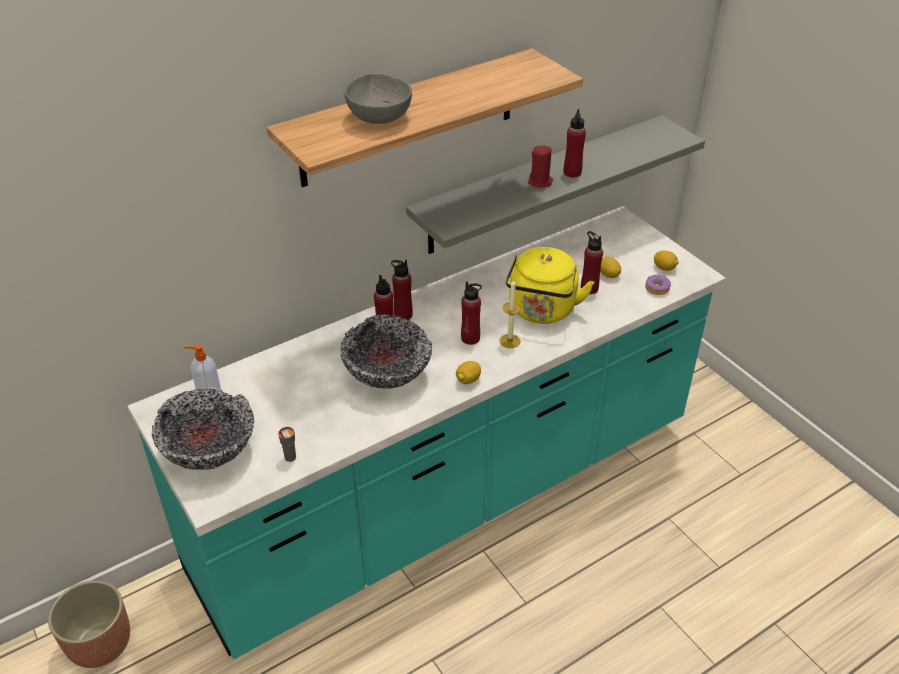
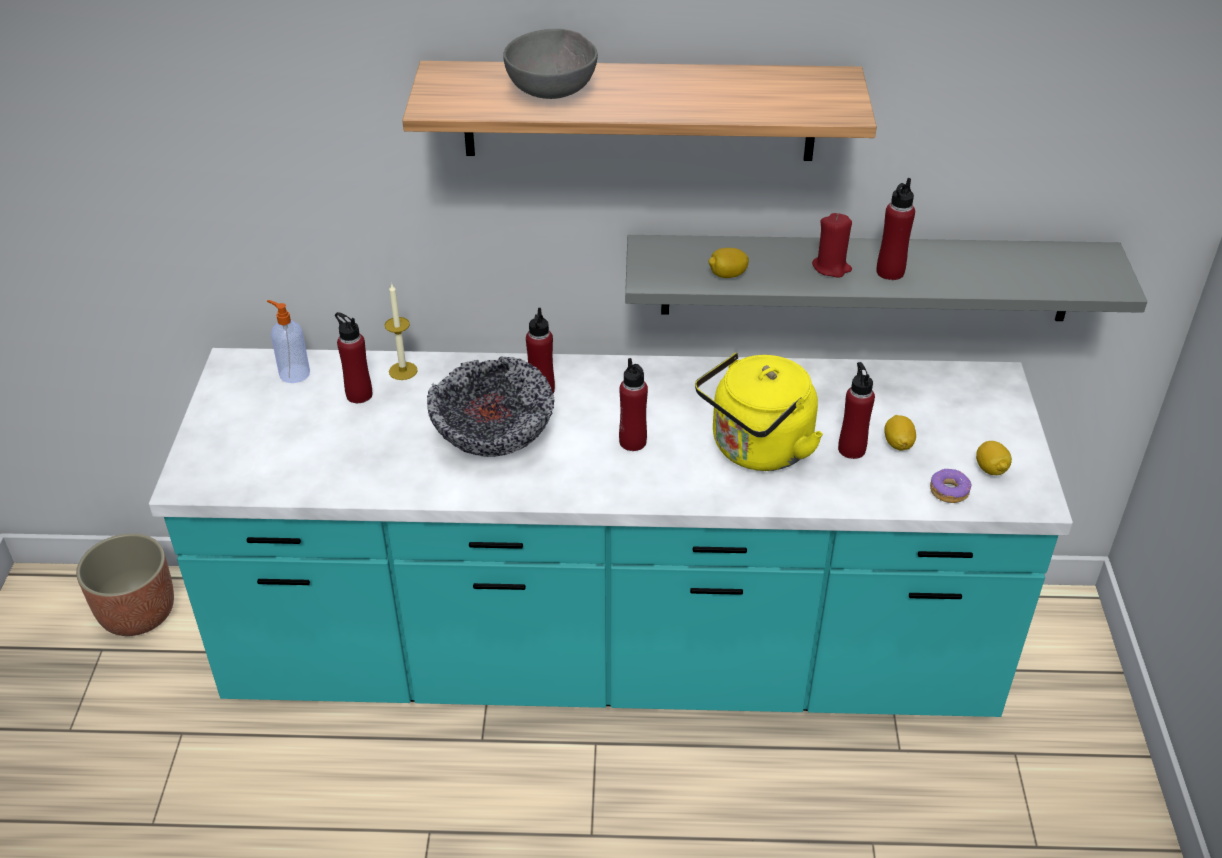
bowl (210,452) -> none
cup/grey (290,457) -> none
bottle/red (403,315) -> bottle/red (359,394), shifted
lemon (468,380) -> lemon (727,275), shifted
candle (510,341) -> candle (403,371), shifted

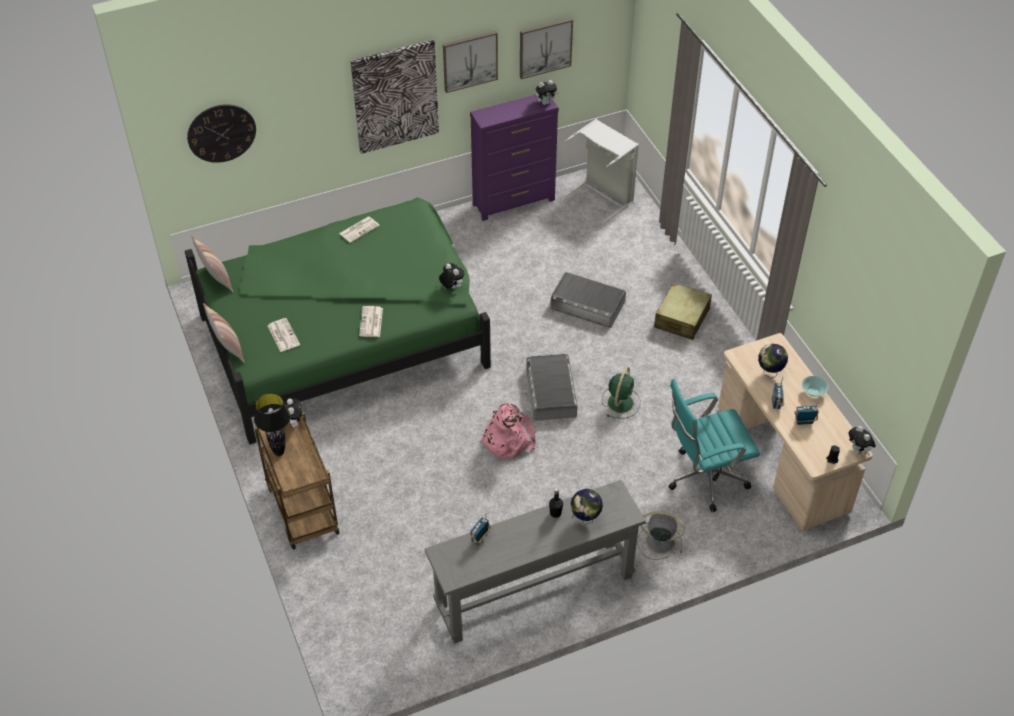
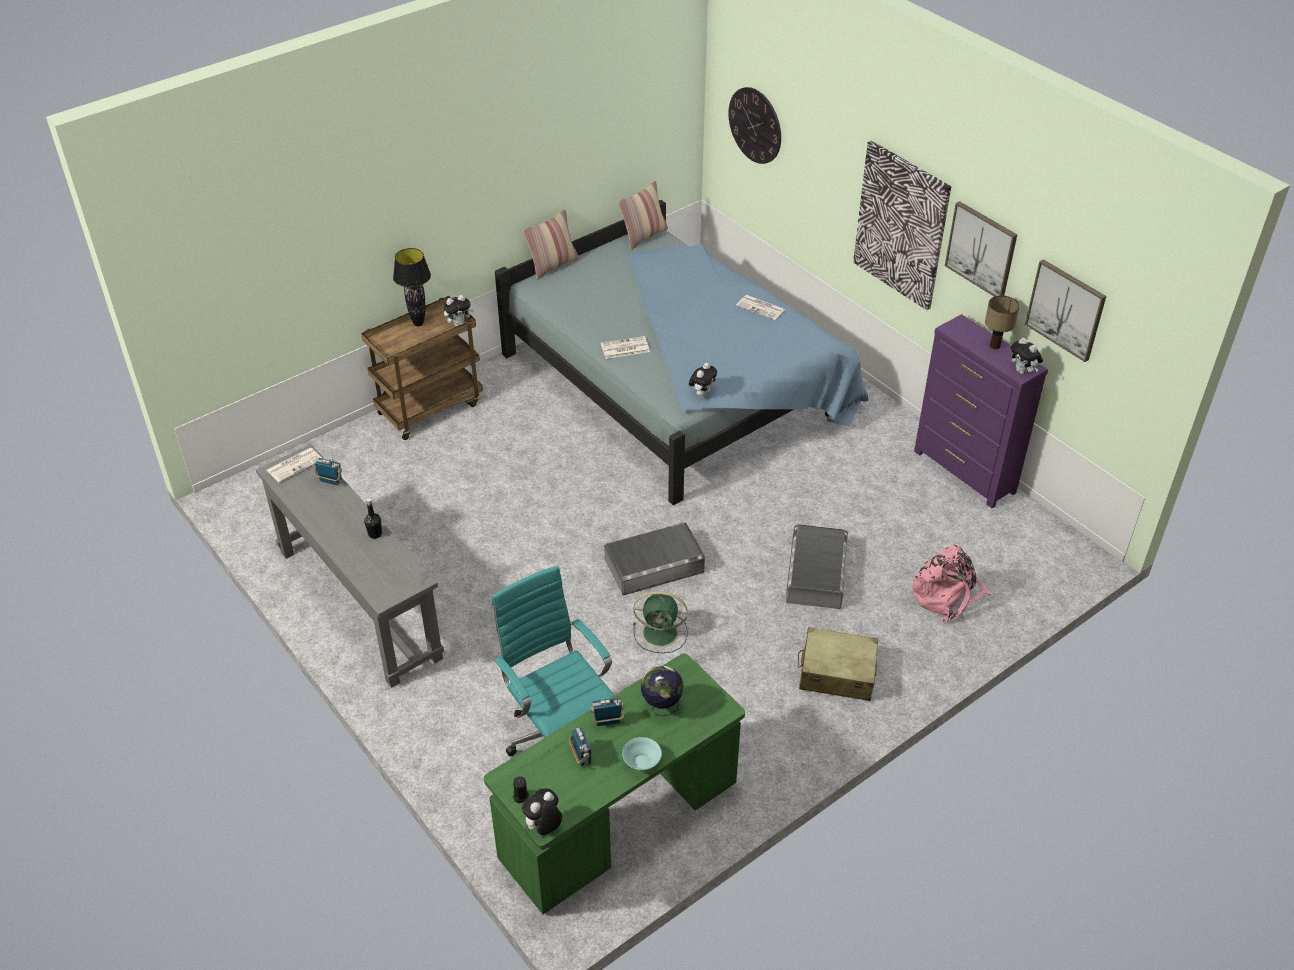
laundry basket/grey (602,196) -> none
globe (585,519) -> none
fan/grey (658,542) -> none
none -> table lamp (995,346)
newspaper (283,335) -> newspaper (295,465), shifted
backpack/pink (507,439) -> backpack/pink (947,595), shifted
bed/green (346,332) -> bed/blue (679,384)
desk/beige (782,459) -> desk/green (619,822)

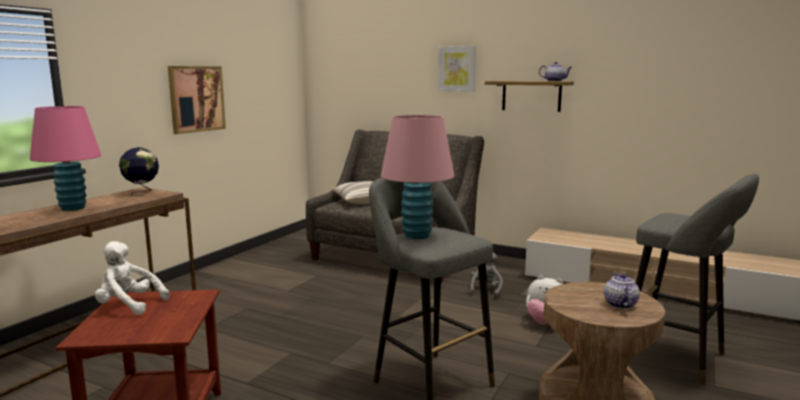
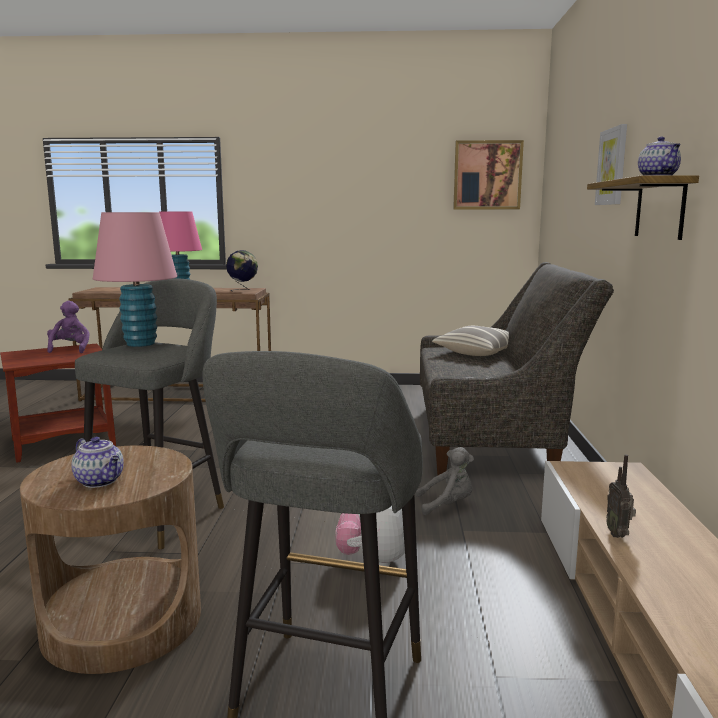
none -> radio (618,534)
picture (196,99) -> picture (487,175), shifted
plush toy/white (129,306) -> plush toy/purple (70,349)
teapot (619,304) -> teapot (100,481), 60 degrees clockwise

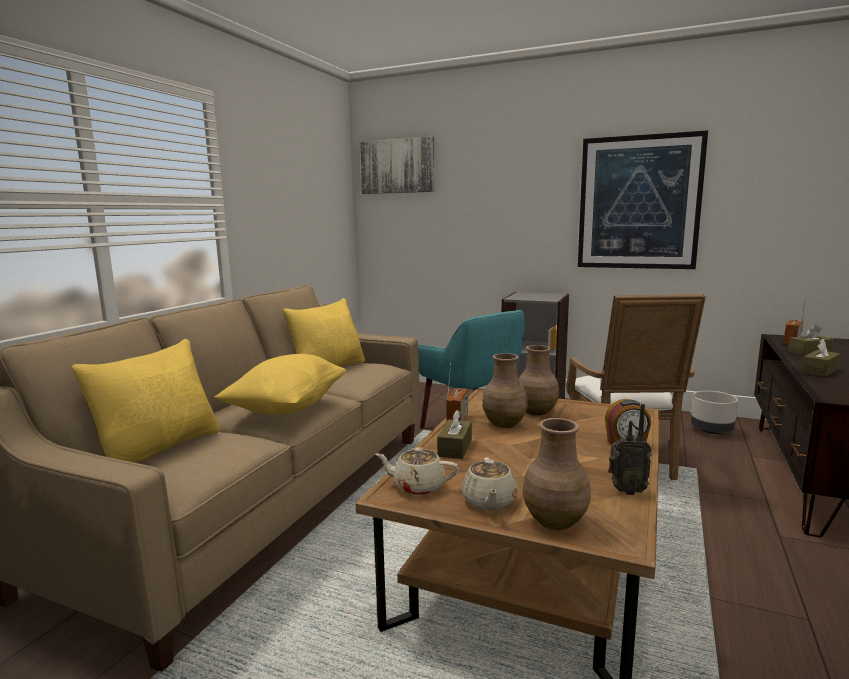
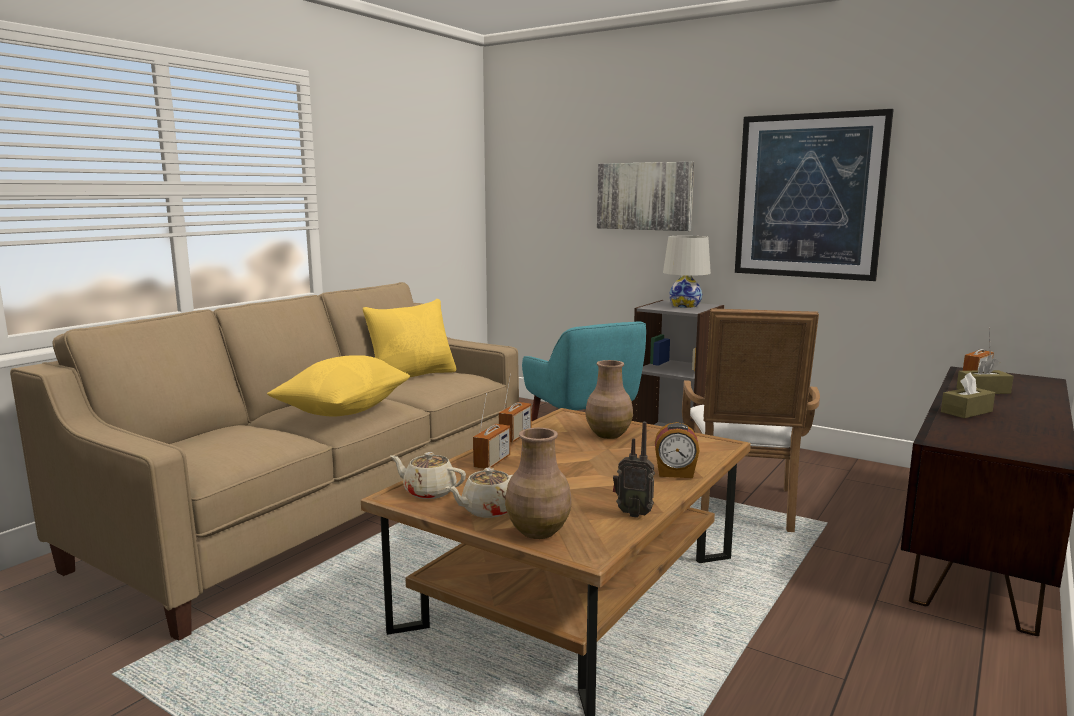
pillow/yellow (161,447) -> none
vase/brown (505,423) -> none
planter/grey (711,430) -> none
none -> table lamp/white (685,305)
picture (398,166) -> picture (644,196), shifted
tissue box/brown (455,448) -> radio (492,462)
teapot/beige (489,501) -> teapot/beige (487,510), 45 degrees clockwise

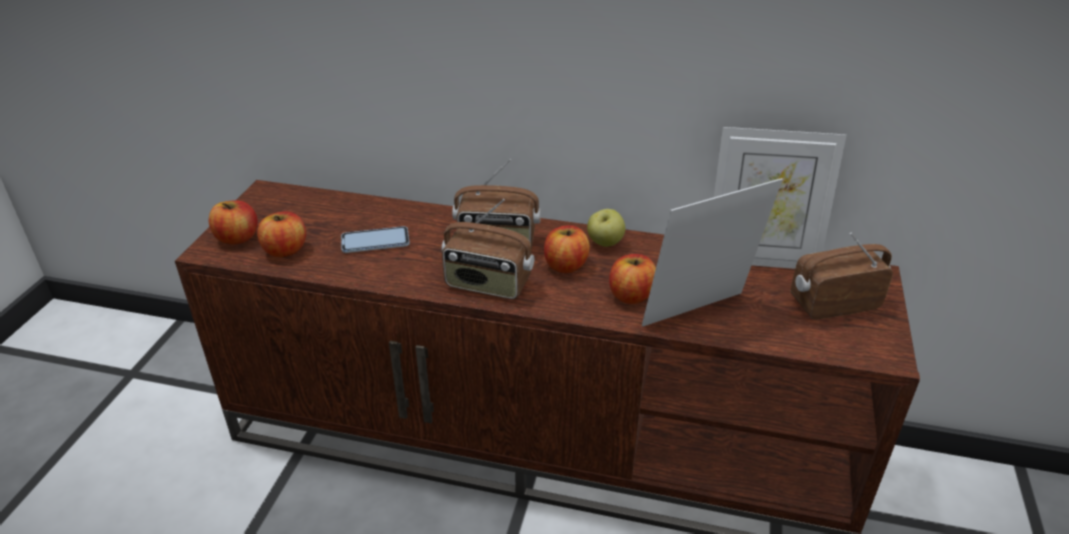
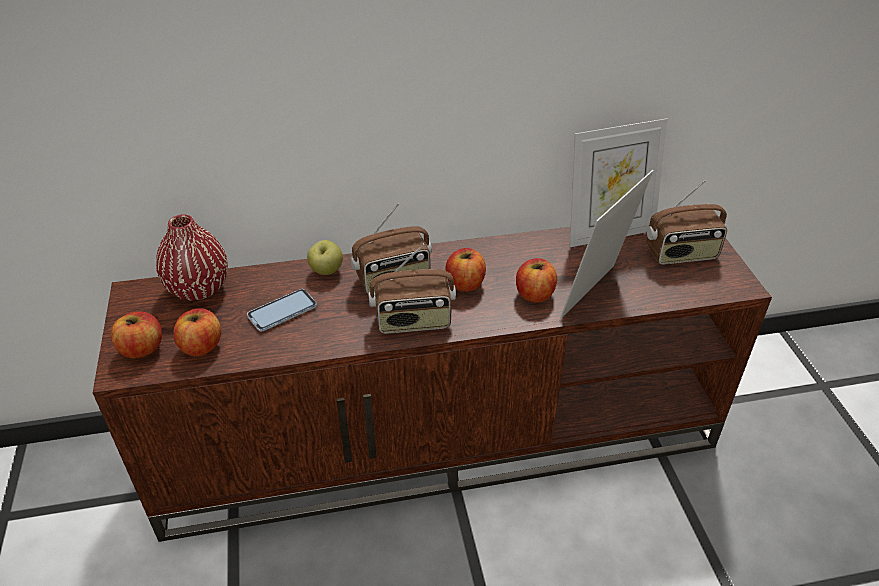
none -> vase/red (198,288)
apple (605,243) -> apple (326,271), shifted
radio (833,303) -> radio (681,255), 150 degrees counterclockwise

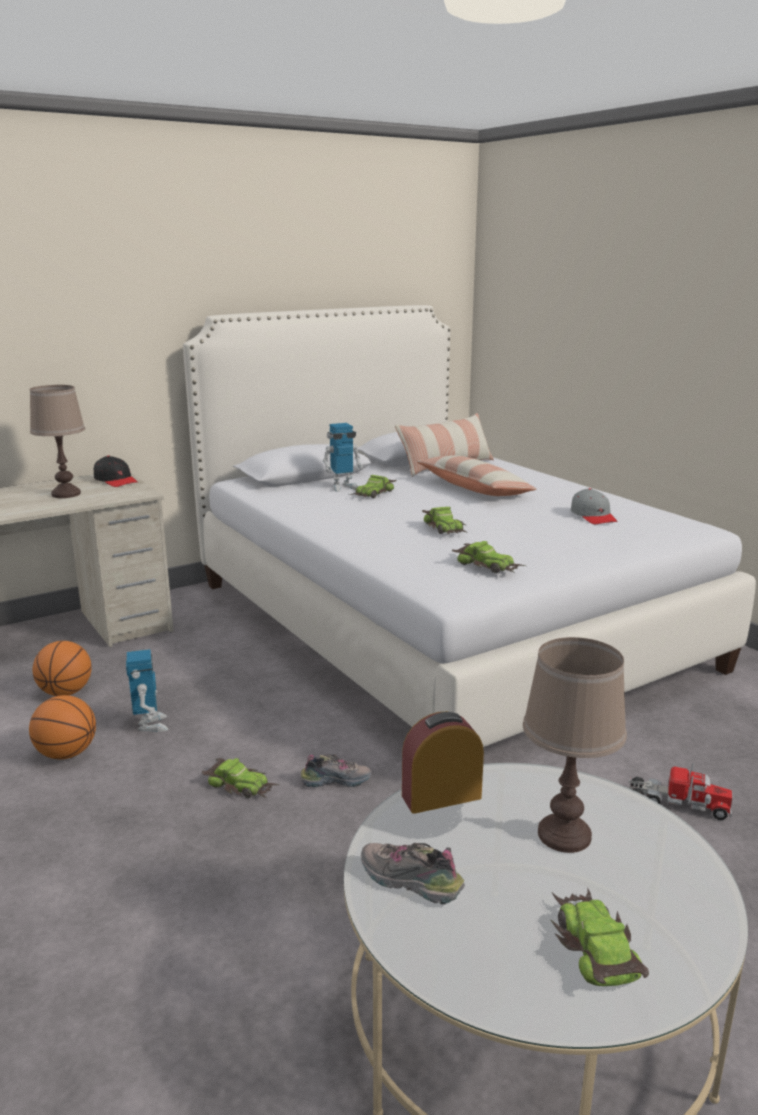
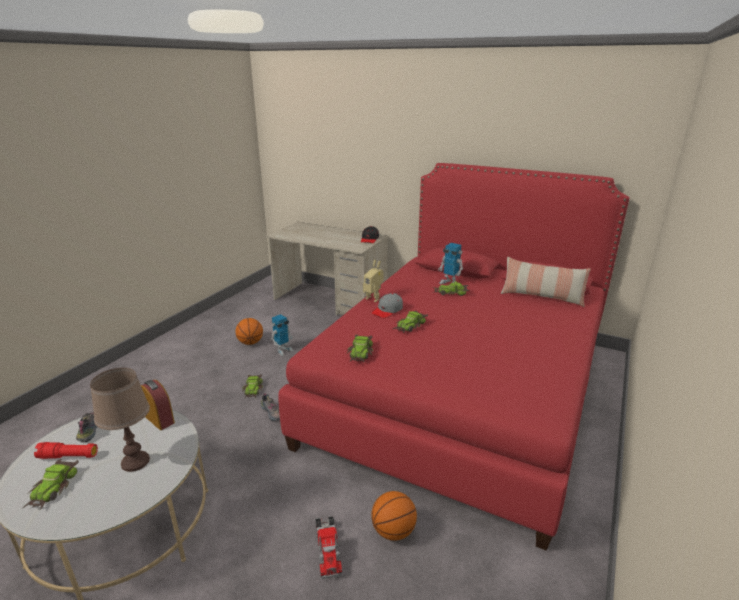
table lamp/brown (66,494) -> none
pillow (474,489) -> none
none -> flashlight/red (68,456)
none -> toy robot (374,298)
basketball (65,692) -> basketball (393,531), shifted
cap/grey (593,516) -> cap/grey (387,310), shifted
bed/white (439,623) -> bed/red (461,390)
toy car (593,945) -> toy car (53,488), 135 degrees clockwise

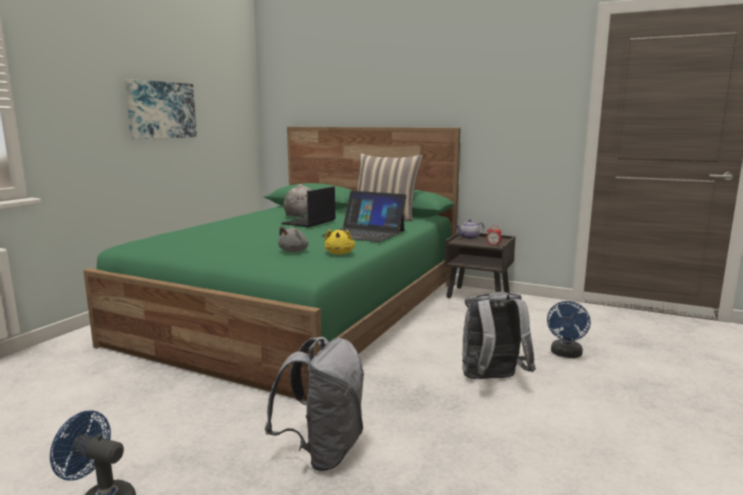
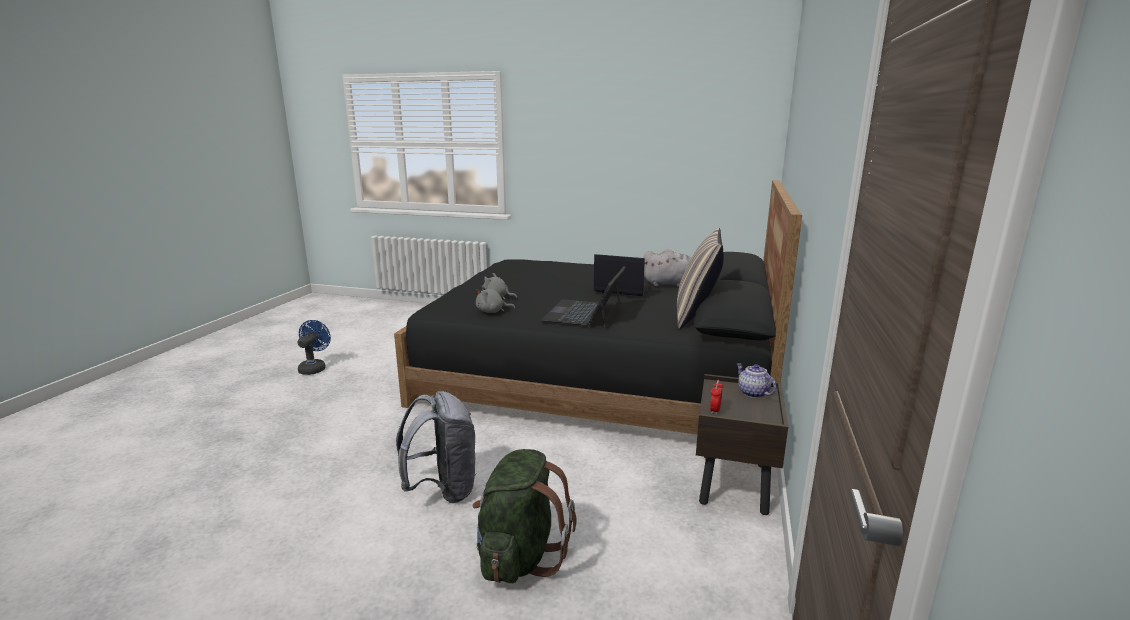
picture (161,110) -> none
backpack/grey (323,452) -> none
fan/blue (566,354) -> backpack/green (520,556)
bed/green (303,311) -> bed/black (601,375)
plush toy/yellow (339,253) -> plush toy/grey (492,311)

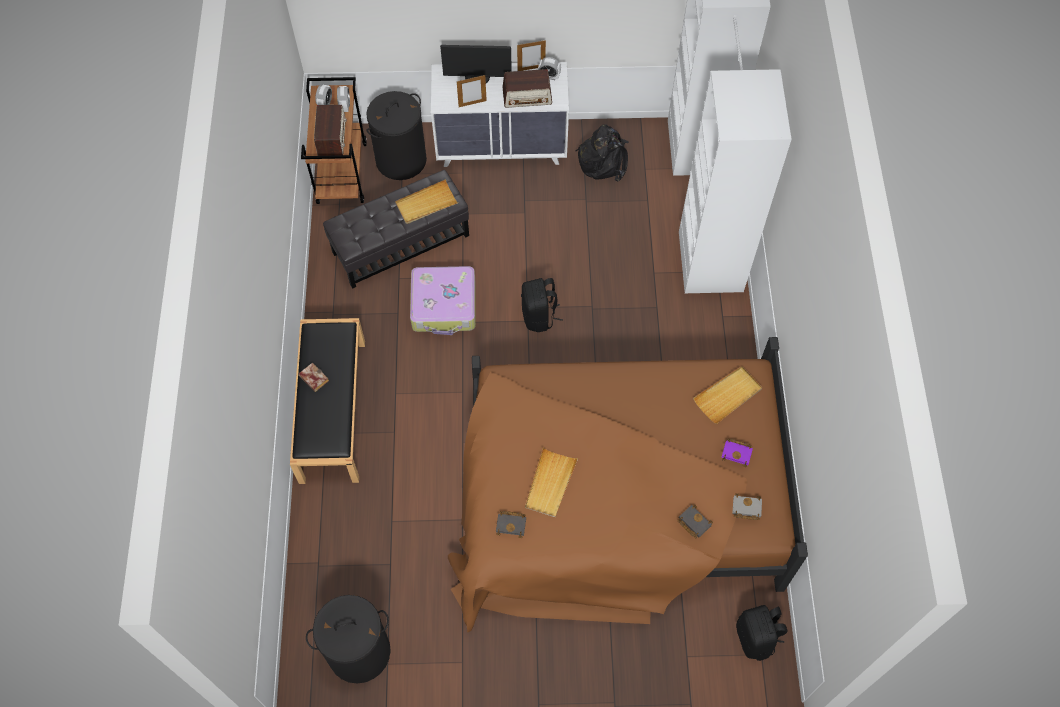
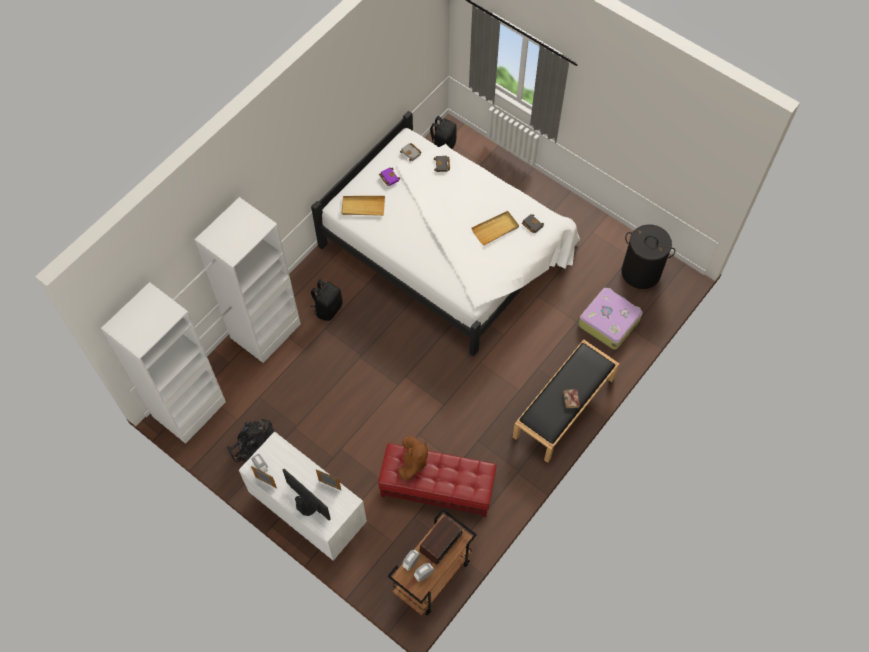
laundry basket/black (401,160) -> none
radio (527,96) -> none
suitcase (444,305) -> suitcase (609,321), shifted
backpack/black (539,316) -> backpack/black (328,308), shifted
tray/beige (426,204) -> plush toy/brown (412,463)
ottoman/black (400,243) -> ottoman/red (437,488)
bed/brown (615,498) -> bed/white (449,248)

